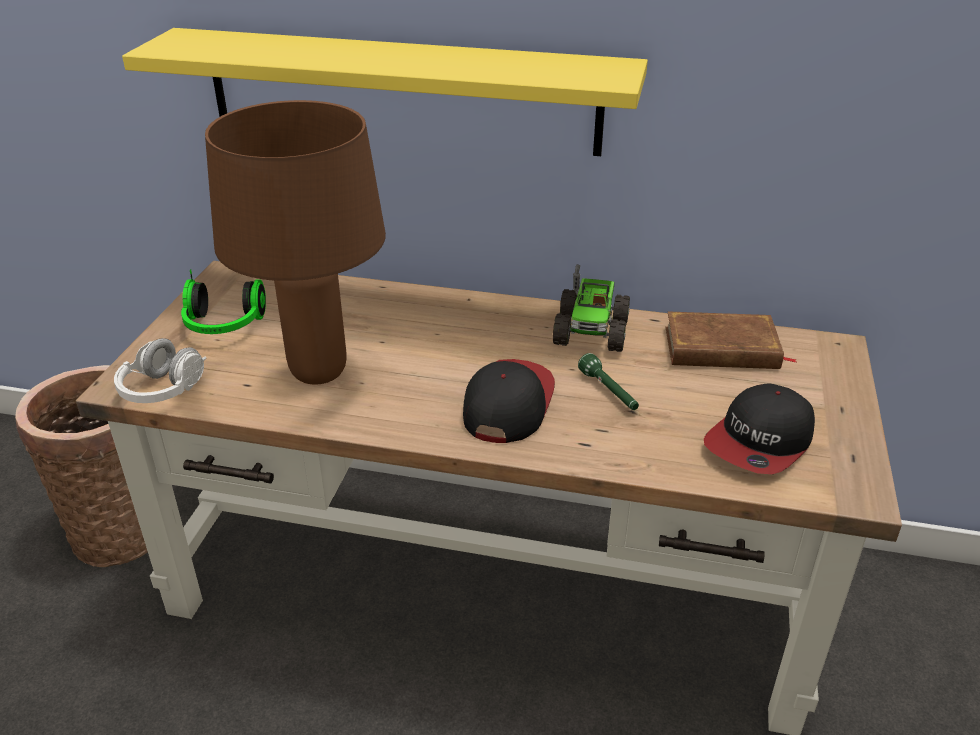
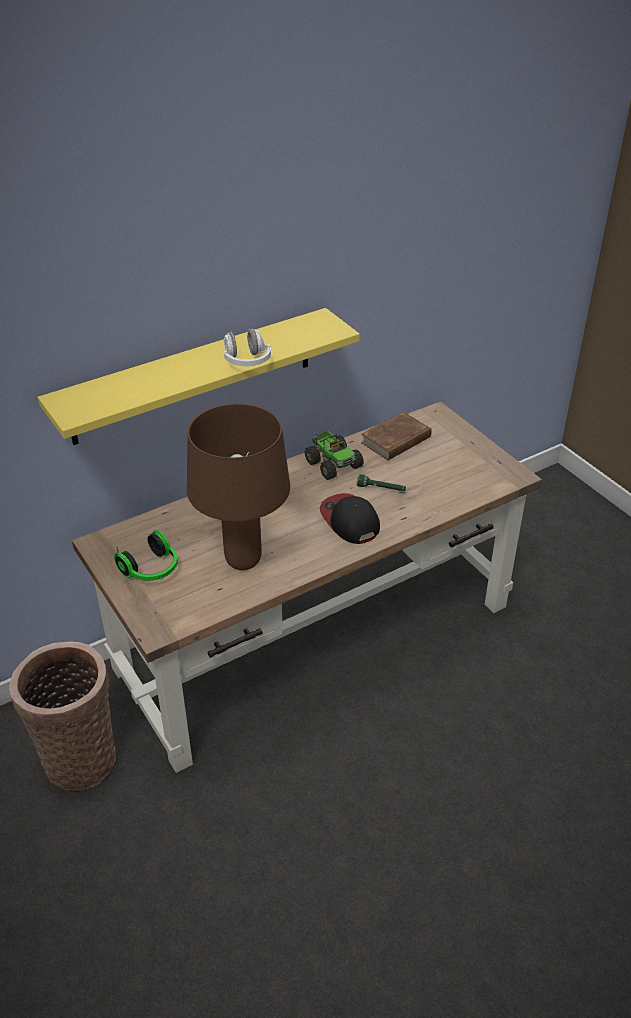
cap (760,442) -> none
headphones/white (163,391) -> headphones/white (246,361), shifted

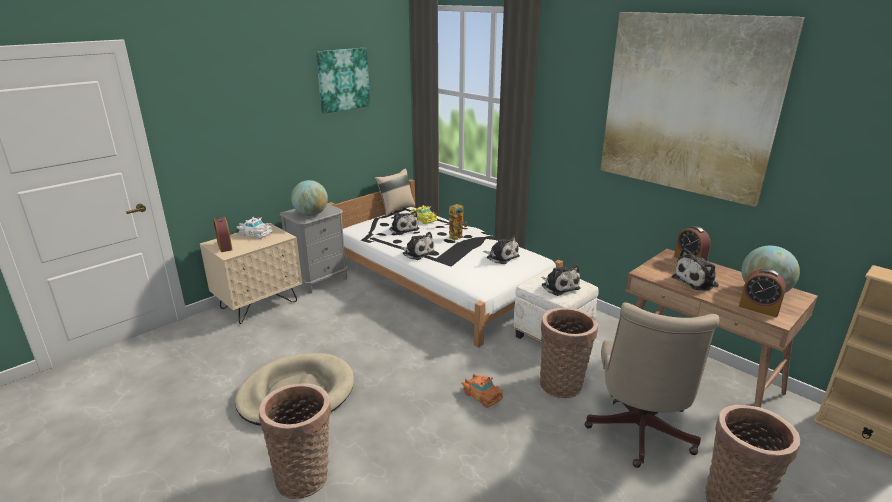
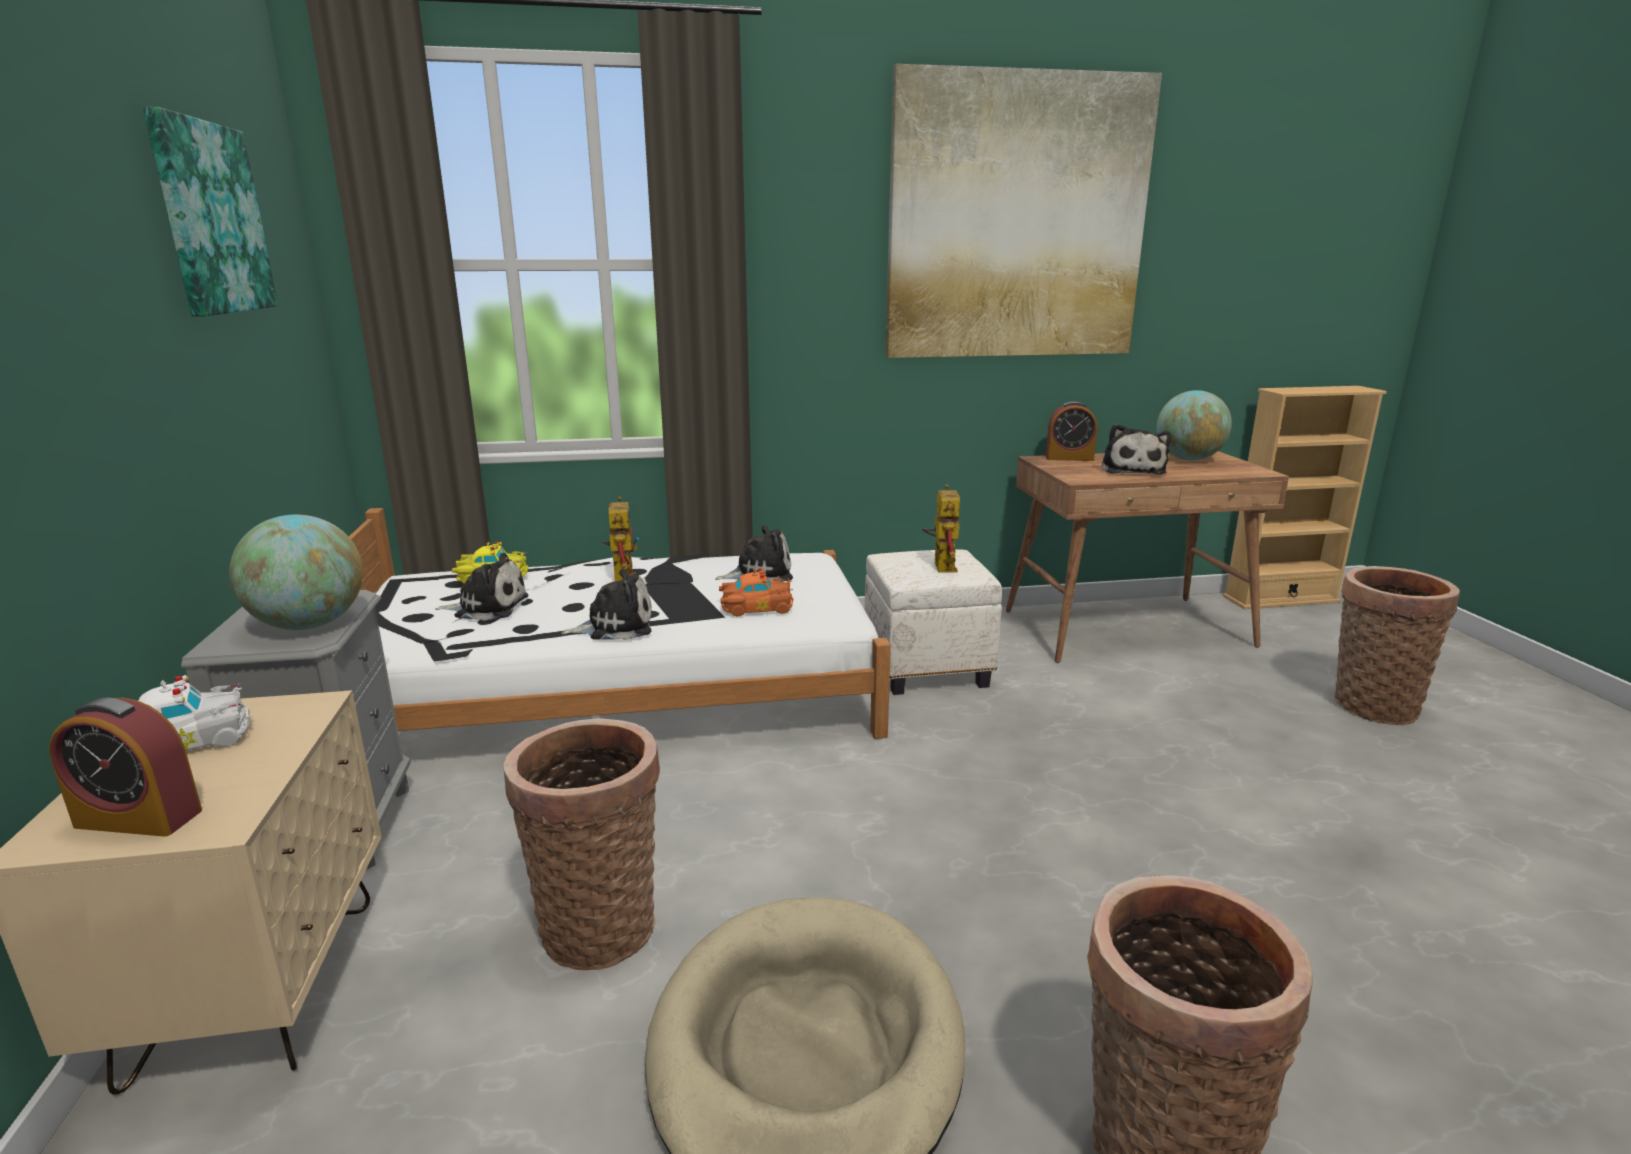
pillow/beige (396,209) -> none
office chair/beige (638,434) -> none
alarm clock (758,308) -> none
toy car/orange (482,394) -> toy car/orange (754,607), shifted
basket (562,383) -> basket (599,923), shifted
plush toy (559,286) -> toy robot (941,565)

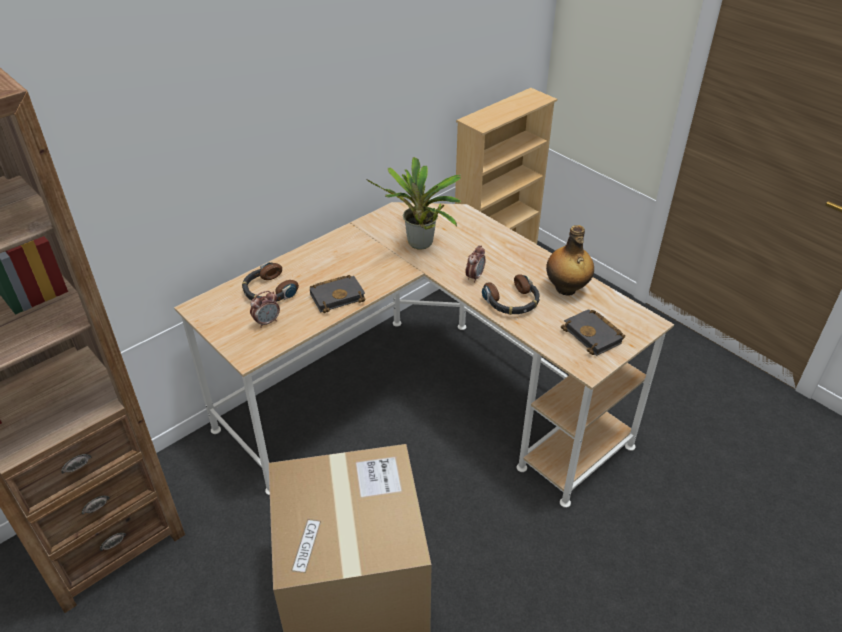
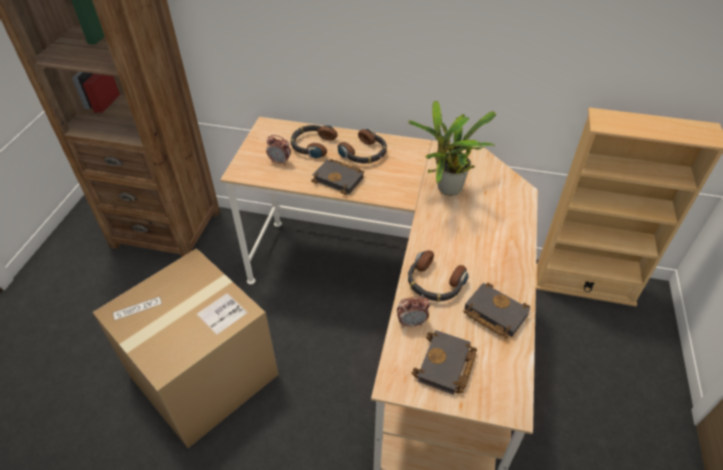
none -> headphones (364,153)
alarm clock (474,277) -> alarm clock (411,323), shifted
bottle (566,289) -> book/black (493,313)

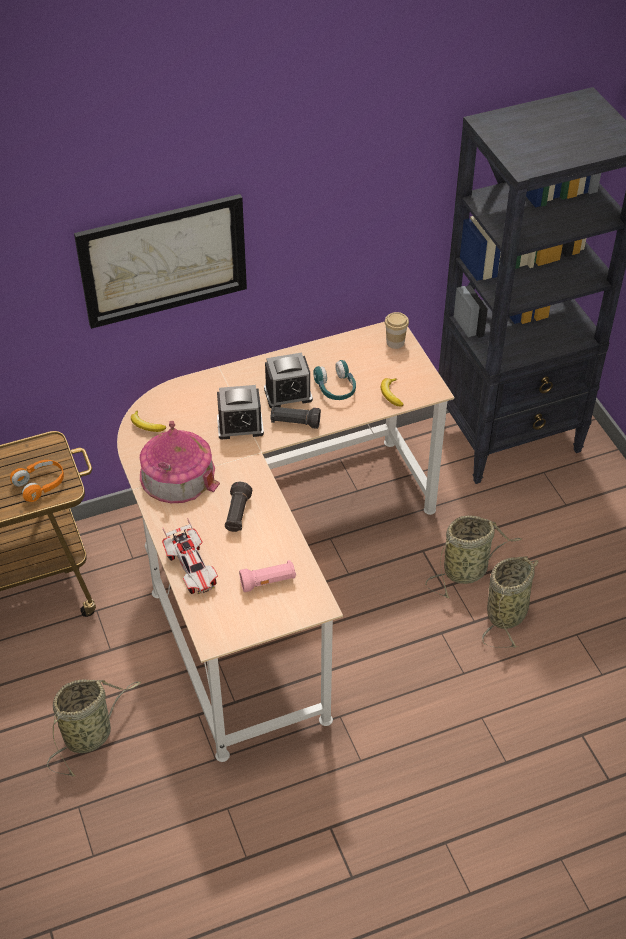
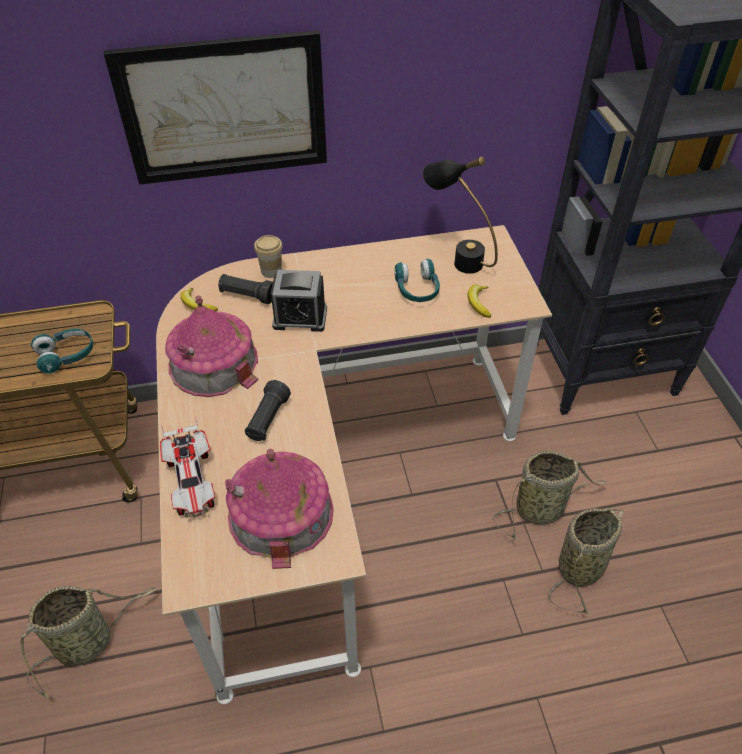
alarm clock (288,394) -> none
none -> table lamp/black (457,258)
flashlight/black (295,423) -> flashlight/black (247,296), shifted
cup (395,342) -> cup (271,271), shifted
flashlight/pink (268,582) -> toy house (281,513)
headphones/orange (40,485) -> headphones/turquoise (67,356)

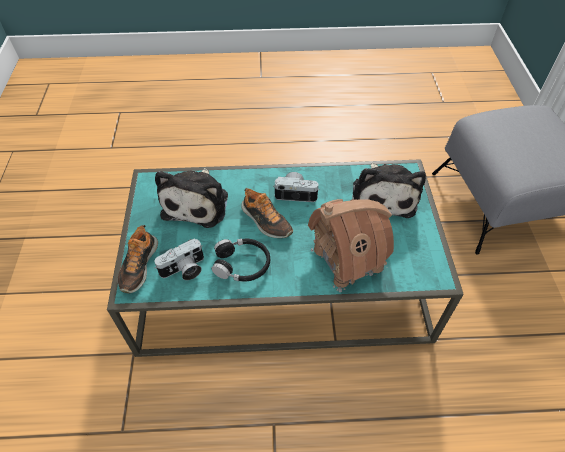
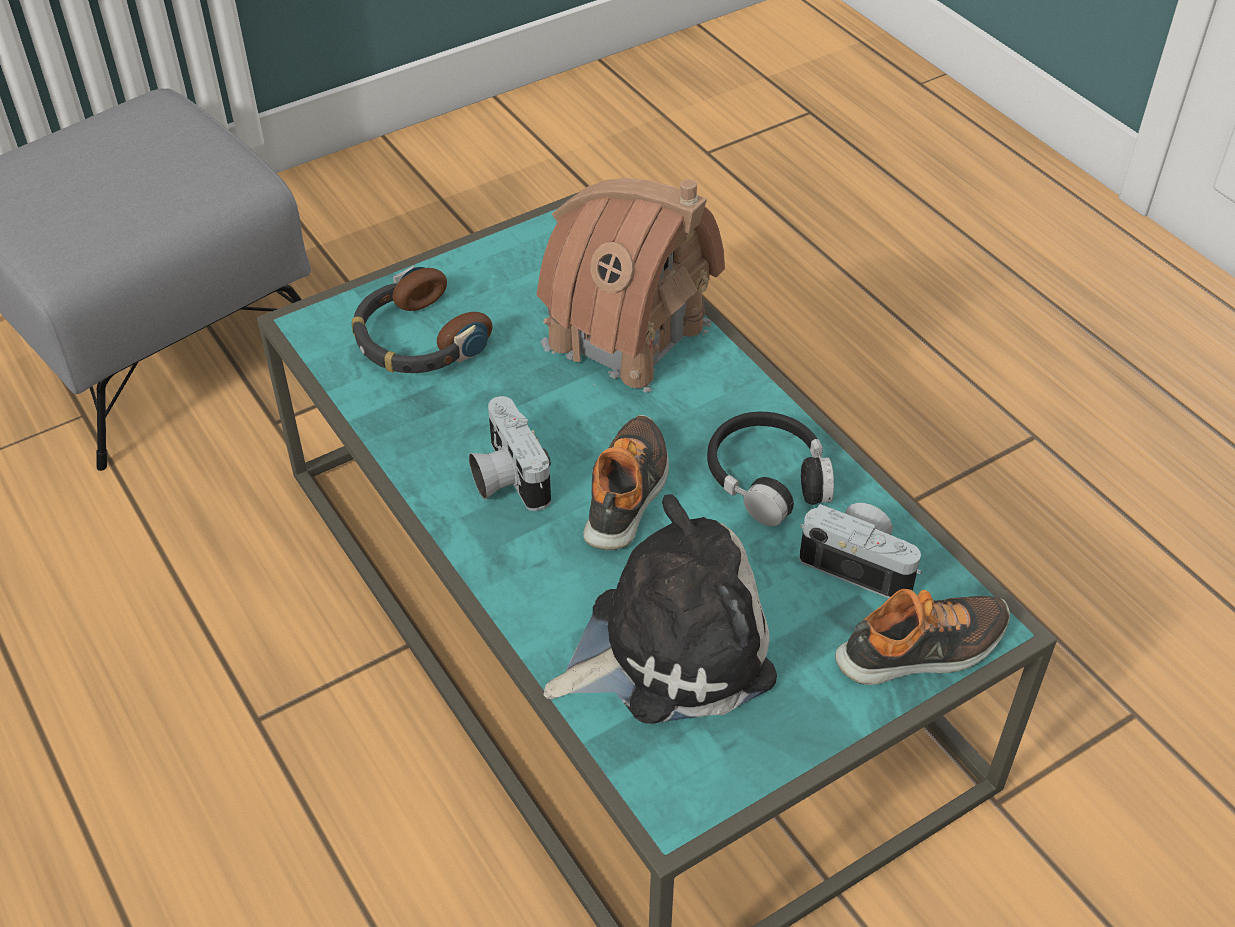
plush toy (383,196) -> headphones (417,339)

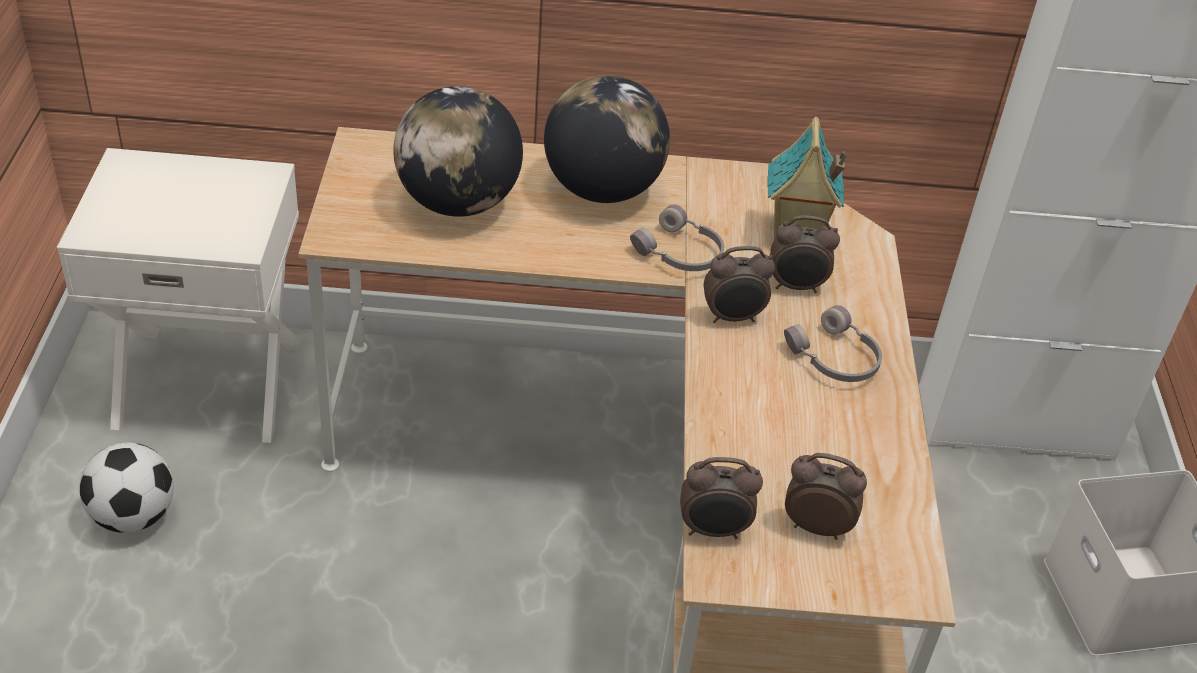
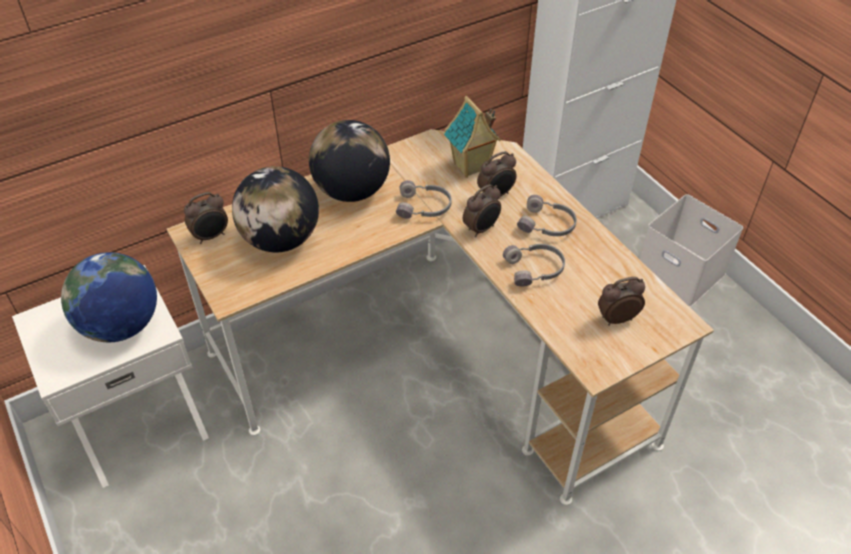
football (133,516) -> none
none -> globe (121,325)
none -> headphones/grey (535,269)
alarm clock (713,531) -> alarm clock (211,236), shifted

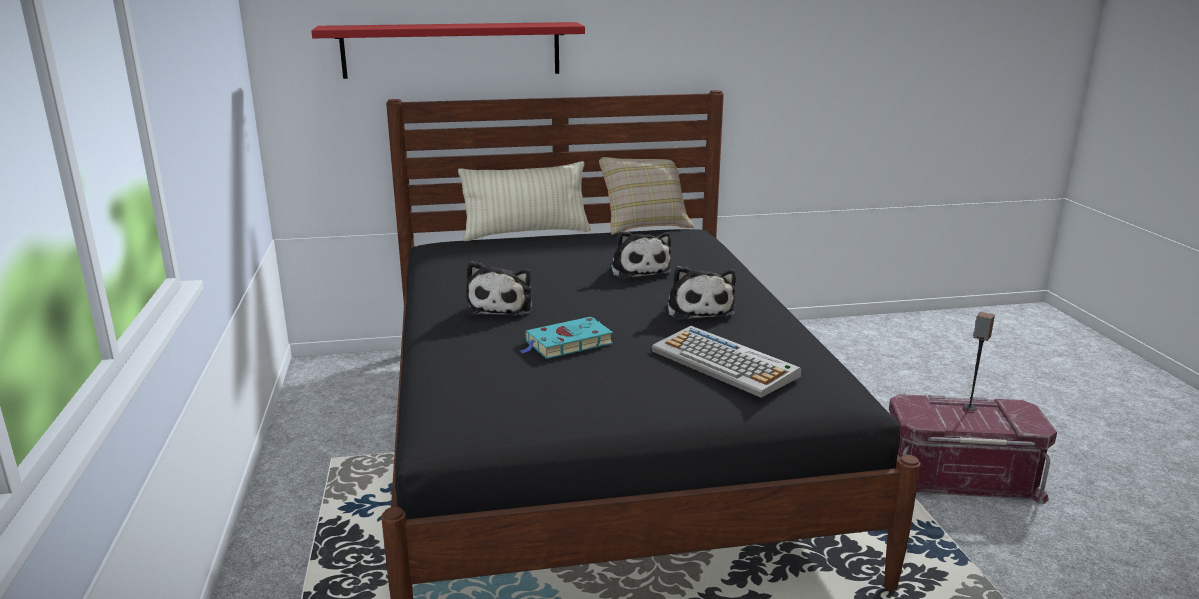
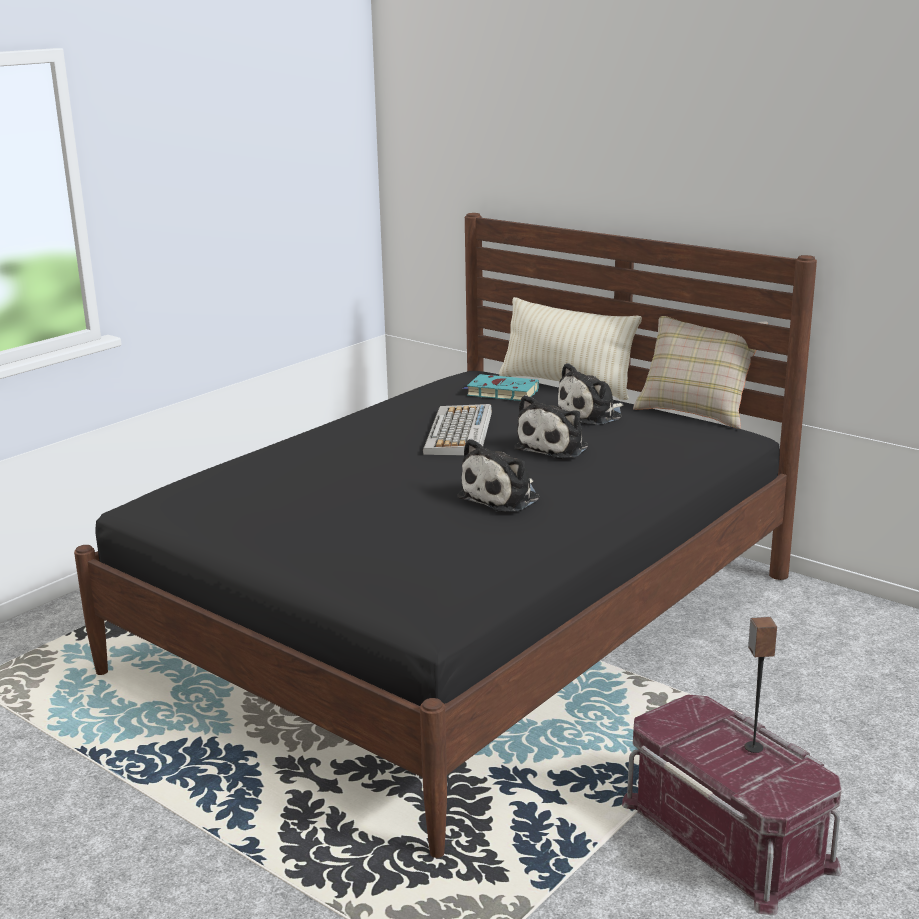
shelf/red (451,50) -> none
plush toy (502,306) -> plush toy (591,414), shifted
book/turquoise (567,343) -> book/turquoise (500,392), shifted
keyboard (725,363) -> keyboard (459,433), shifted

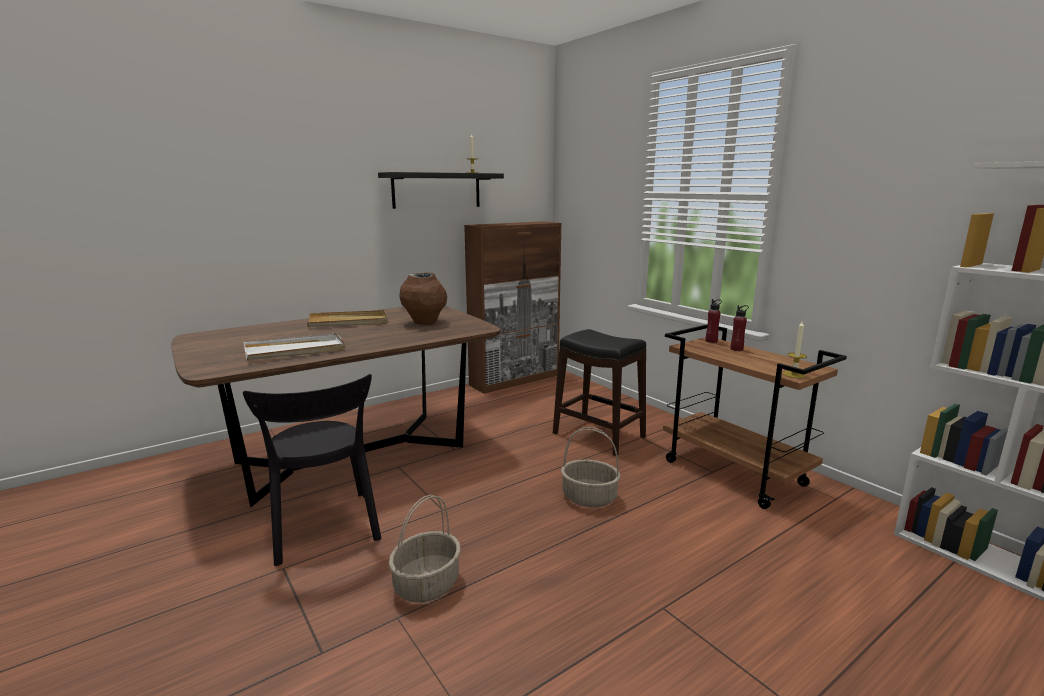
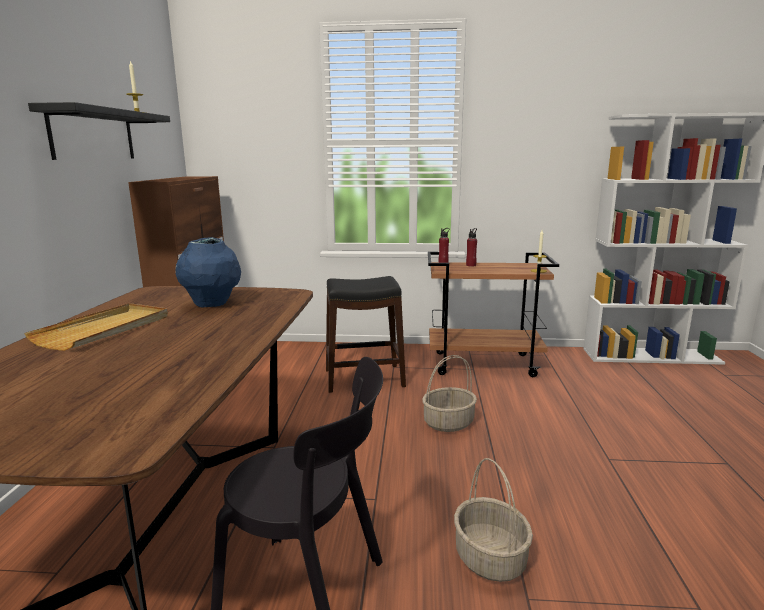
tray/white (295,350) -> none
vase/brown (425,323) -> vase/blue (212,304)

